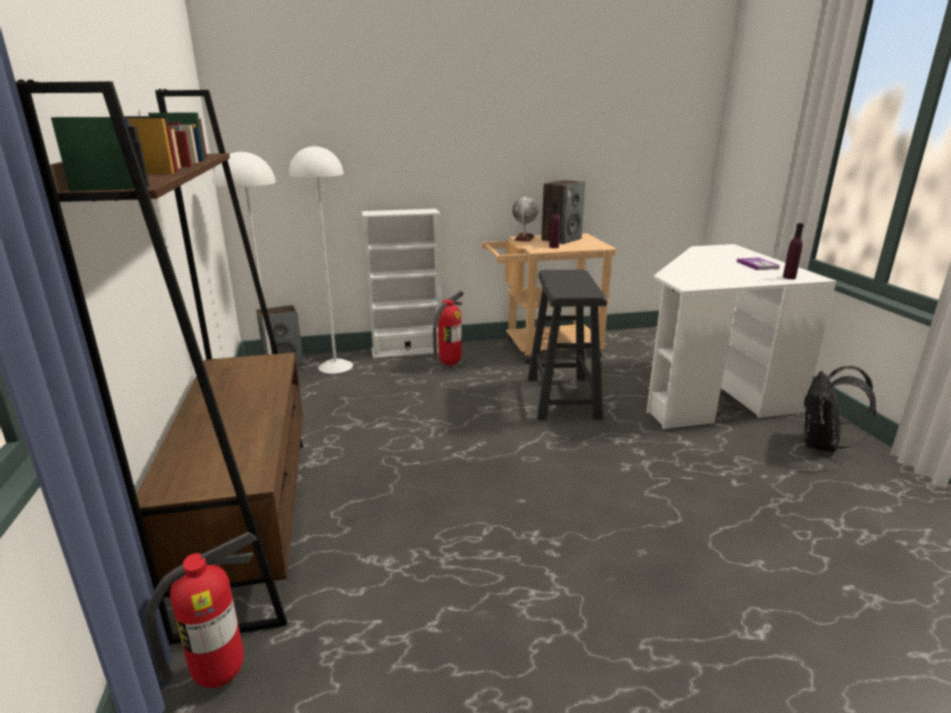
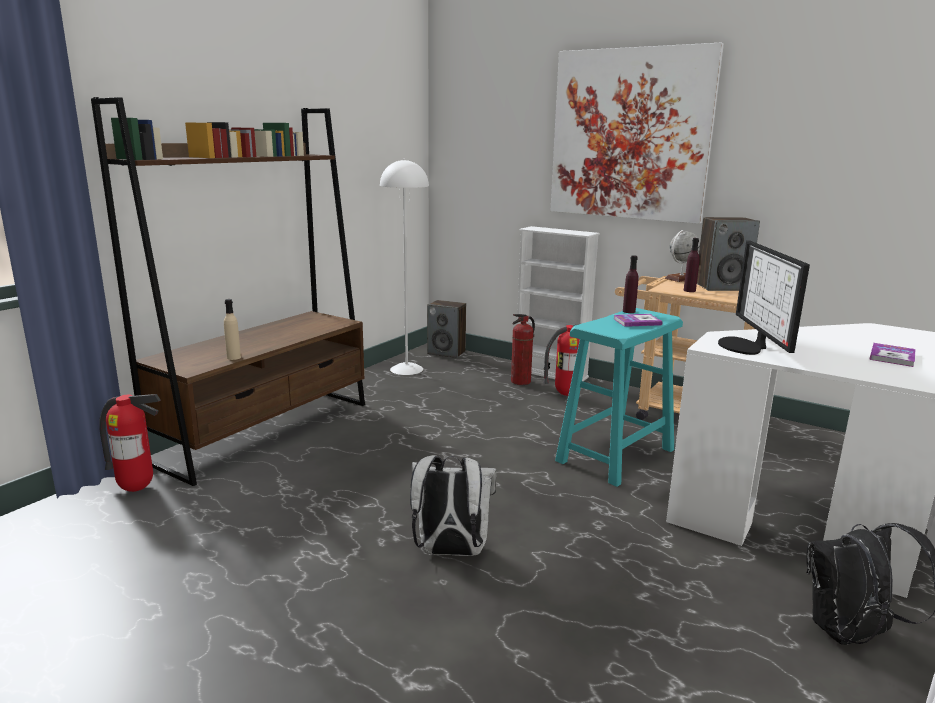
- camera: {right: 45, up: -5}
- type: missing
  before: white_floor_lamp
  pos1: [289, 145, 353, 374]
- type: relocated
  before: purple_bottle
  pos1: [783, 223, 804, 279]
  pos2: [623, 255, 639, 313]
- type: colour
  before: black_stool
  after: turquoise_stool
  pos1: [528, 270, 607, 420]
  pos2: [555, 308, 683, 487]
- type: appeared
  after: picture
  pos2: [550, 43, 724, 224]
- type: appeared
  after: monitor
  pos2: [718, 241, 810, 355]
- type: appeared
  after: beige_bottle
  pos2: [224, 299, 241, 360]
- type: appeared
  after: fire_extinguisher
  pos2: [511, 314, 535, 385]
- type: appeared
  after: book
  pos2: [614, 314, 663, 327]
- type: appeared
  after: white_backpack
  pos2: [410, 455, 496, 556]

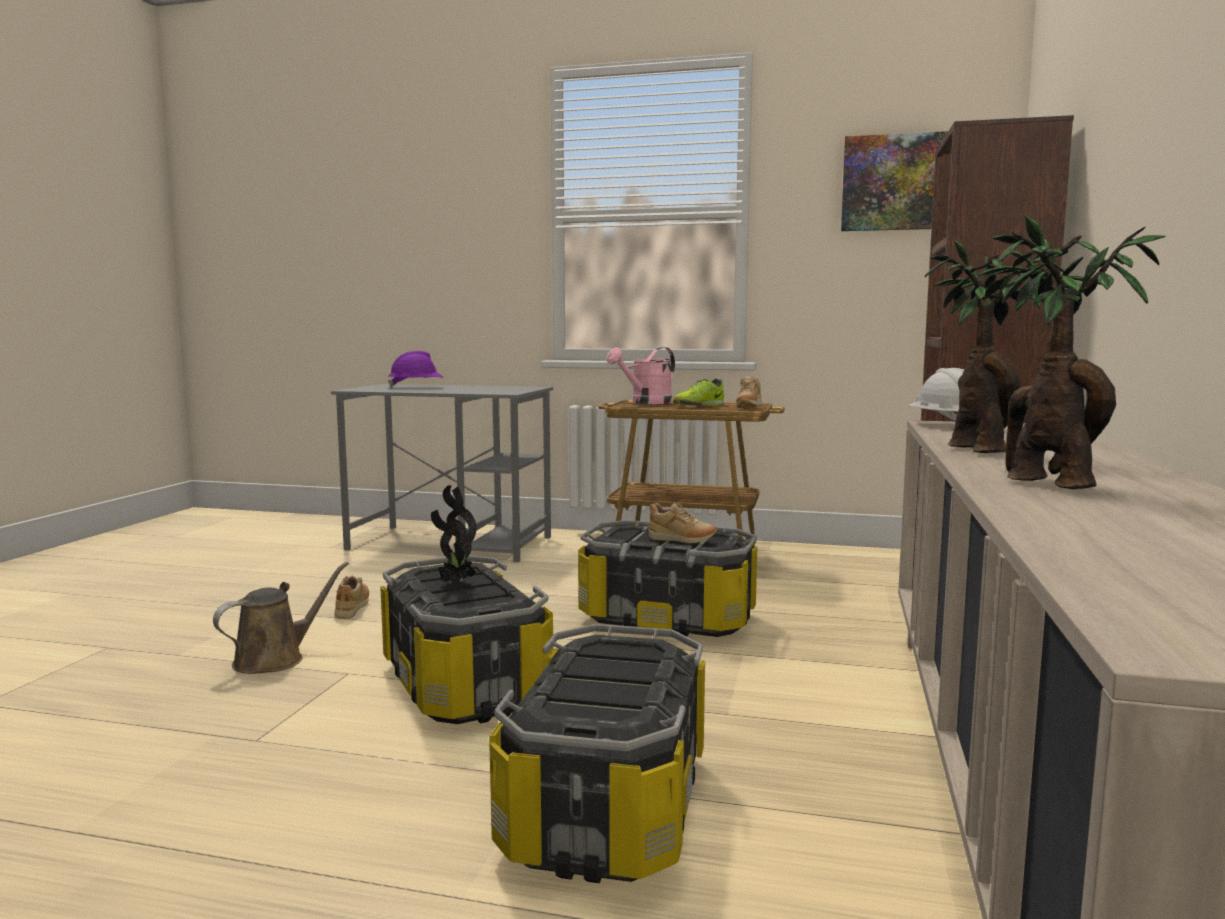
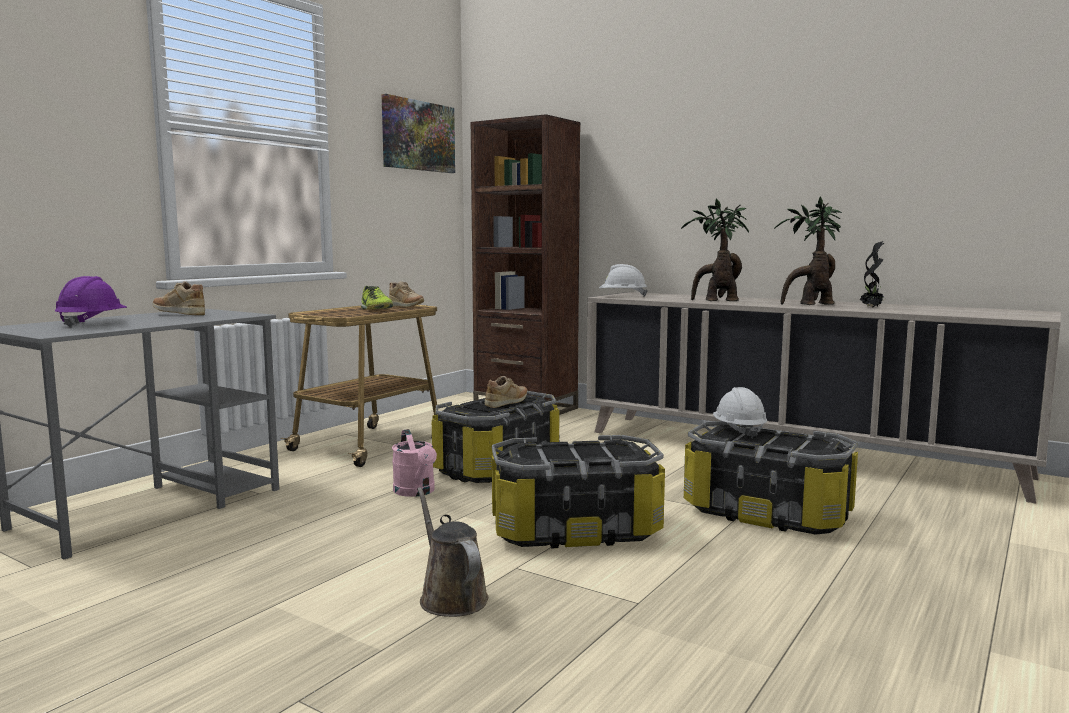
- camera: {right: -70, up: 0}
- type: relocated
  before: pink_watering_can
  pos1: [606, 347, 675, 404]
  pos2: [392, 429, 437, 497]
- type: relocated
  before: potted_plant
  pos1: [431, 485, 476, 585]
  pos2: [860, 241, 885, 308]
- type: relocated
  before: beige_shoe
  pos1: [335, 576, 369, 619]
  pos2: [153, 281, 205, 315]
- type: appeared
  after: white_hard_hat
  pos2: [713, 387, 767, 438]

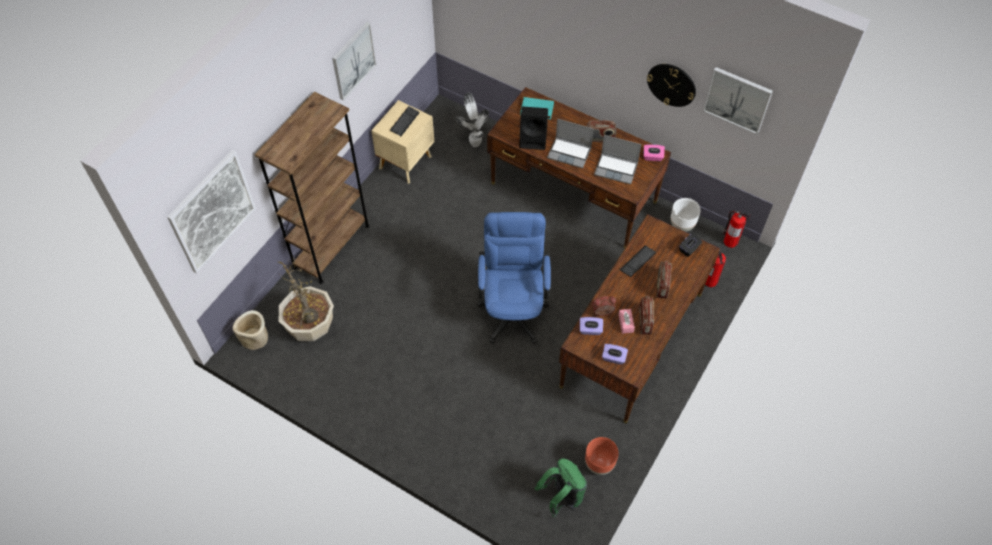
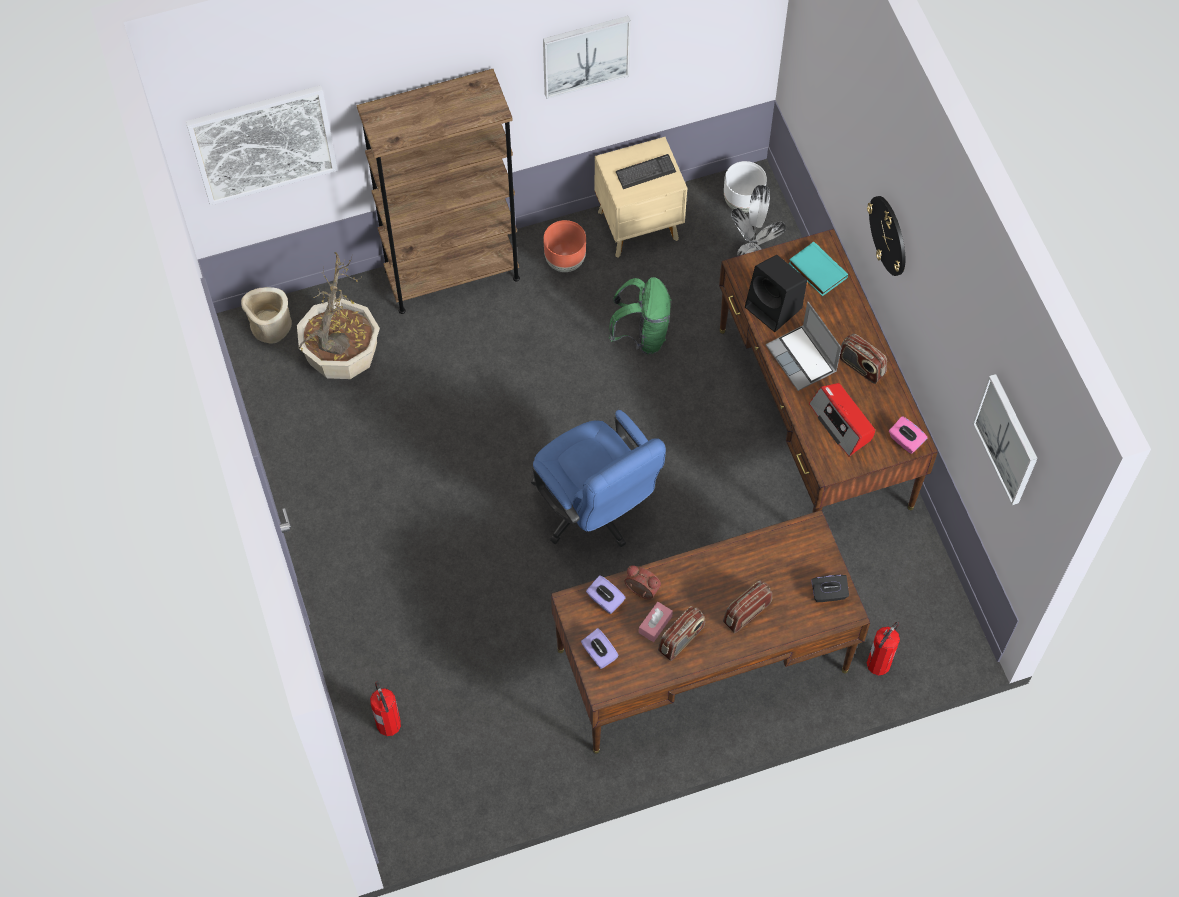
- camera: {right: 40, up: 5}
- type: relocated
  before: wall_clock
  pos1: [647, 64, 696, 107]
  pos2: [867, 196, 905, 276]
- type: exchanged
  before: laptop
  after: radio
  pos1: [594, 135, 642, 184]
  pos2: [809, 383, 875, 457]
- type: relocated
  before: white_planter
  pos1: [670, 198, 701, 232]
  pos2: [724, 161, 767, 213]
- type: relocated
  before: fire_extinguisher
  pos1: [724, 210, 750, 248]
  pos2: [370, 682, 401, 736]
- type: spun
  before: blue_office_chair
  pos1: [477, 212, 551, 344]
  pos2: [531, 410, 666, 548]
  turn: 105
- type: missing
  before: keyboard
  pos1: [620, 246, 656, 277]
- type: relocated
  before: brown_planter
  pos1: [585, 437, 619, 475]
  pos2: [543, 220, 586, 272]
- type: relocated
  before: green_backpack
  pos1: [535, 458, 587, 518]
  pos2: [609, 277, 672, 354]

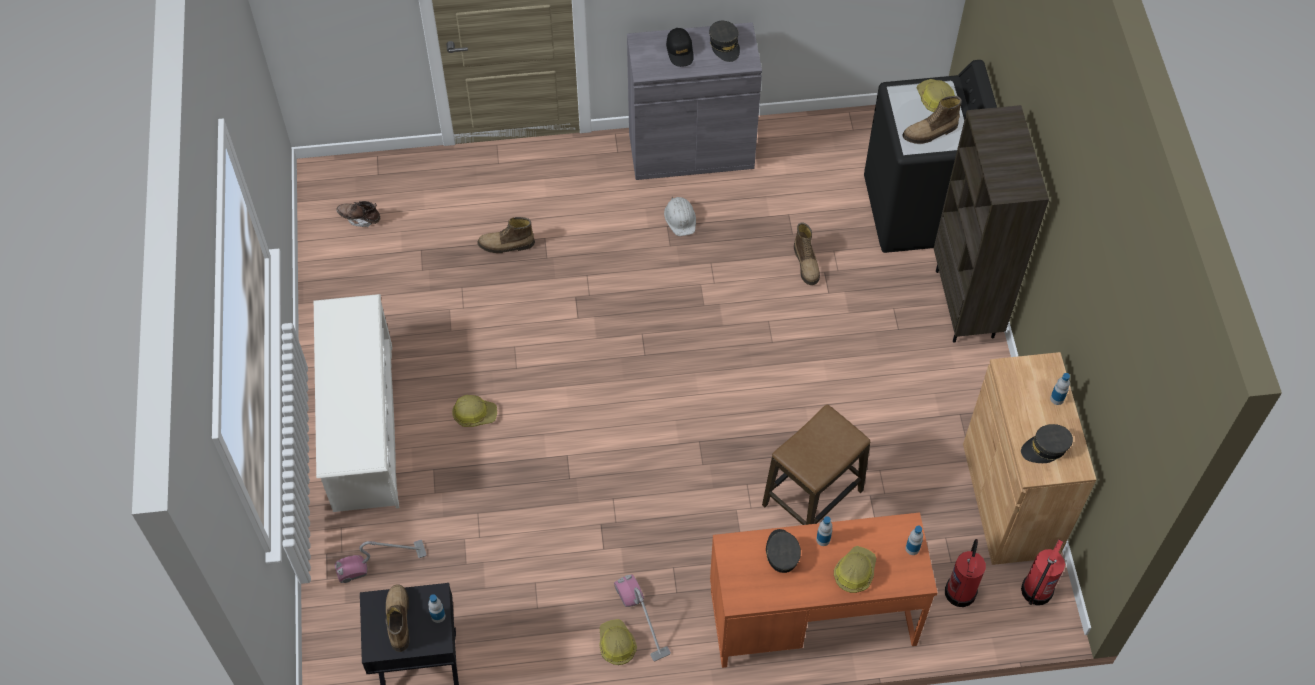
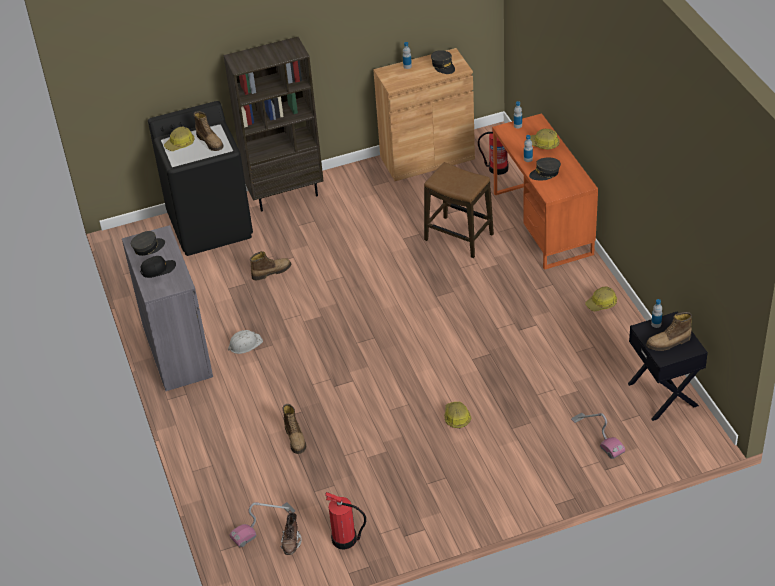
- camera: {right: -100, up: -15}
- type: missing
  before: white_shoe_rack
  pos1: [314, 294, 399, 512]
- type: relocated
  before: fire_extinguisher
  pos1: [1021, 539, 1065, 605]
  pos2: [325, 492, 366, 549]
- type: relocated
  before: vacuum_cleaner
  pos1: [614, 574, 671, 661]
  pos2: [229, 502, 295, 547]

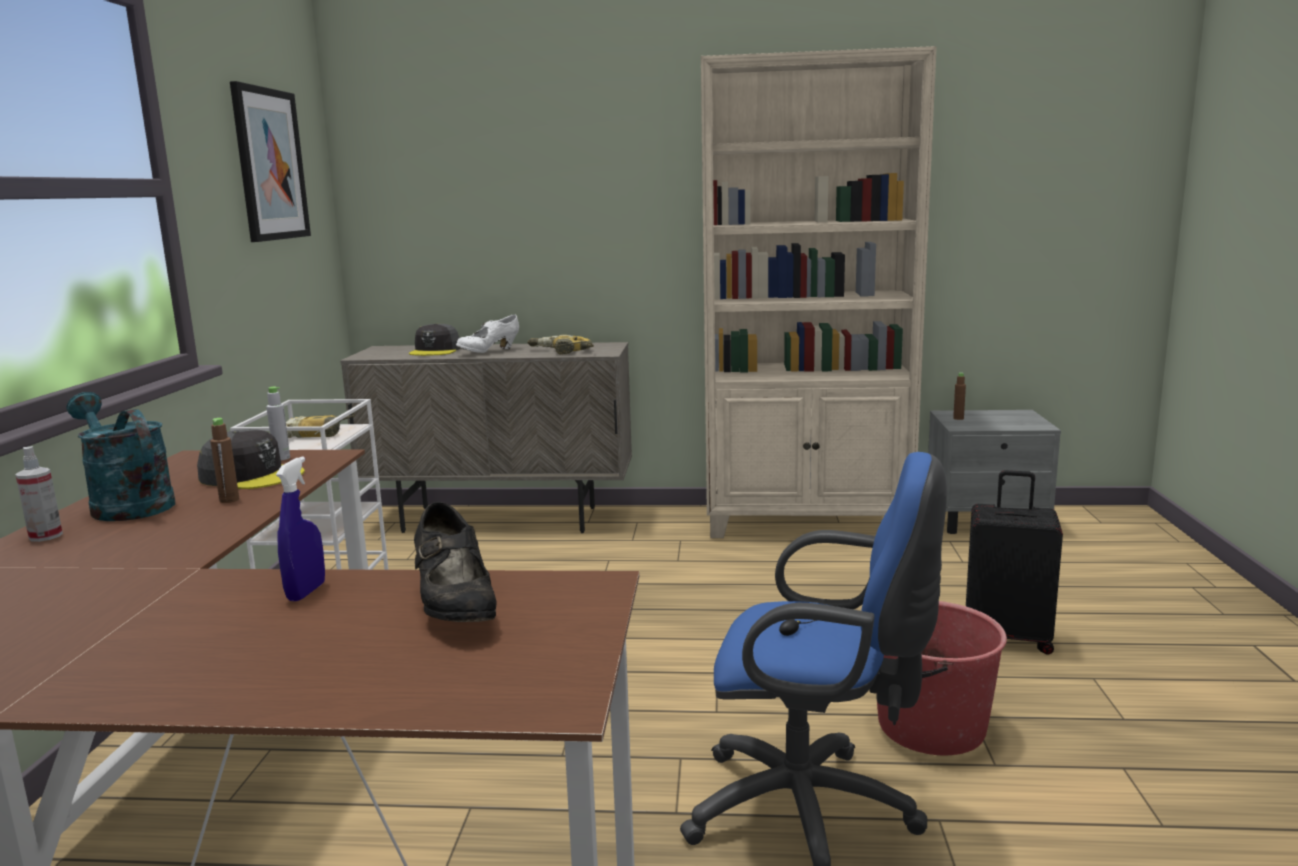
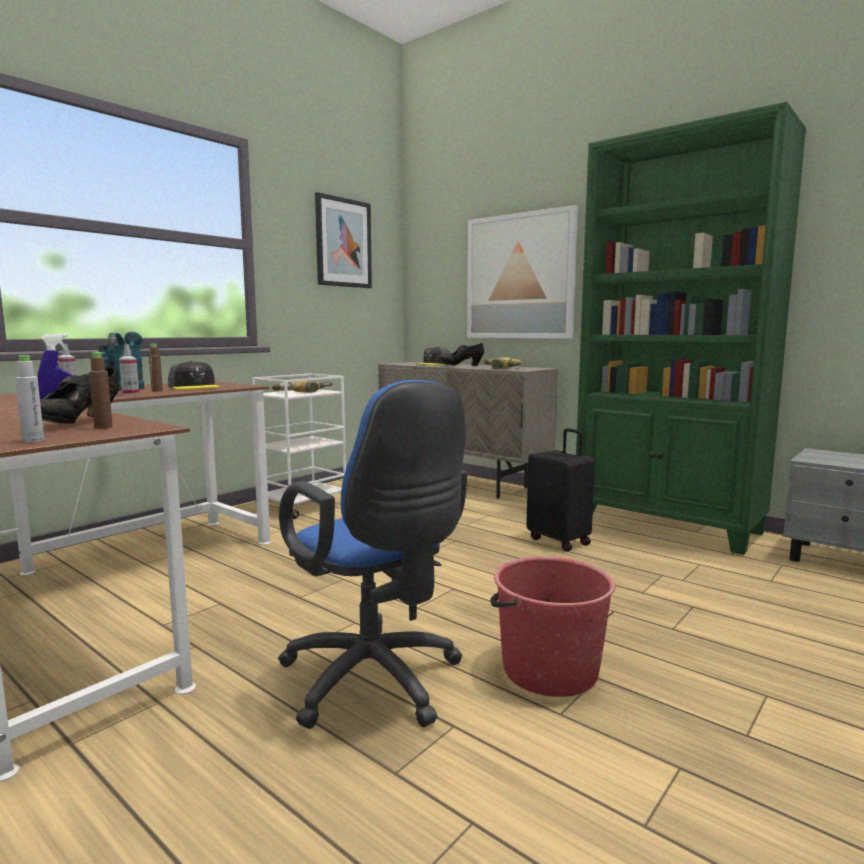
- camera: {right: 35, up: -5}
- type: colour
  before: beige_bookcase
  after: green_bookcase
  pos1: [701, 46, 937, 538]
  pos2: [576, 102, 806, 555]
- type: colour
  before: white_shoe
  after: black_shoe
  pos1: [456, 314, 519, 353]
  pos2: [436, 343, 484, 366]
- type: relocated
  before: brown_bottle
  pos1: [953, 372, 966, 420]
  pos2: [89, 352, 112, 429]
- type: relocated
  before: grey_bottle
  pos1: [266, 387, 290, 460]
  pos2: [15, 355, 44, 442]
- type: relocated
  before: black_suitcase
  pos1: [966, 470, 1063, 655]
  pos2: [526, 428, 595, 551]
- type: appeared
  after: picture
  pos2: [467, 205, 578, 339]
- type: appeared
  after: spray_bottle
  pos2: [119, 344, 139, 395]

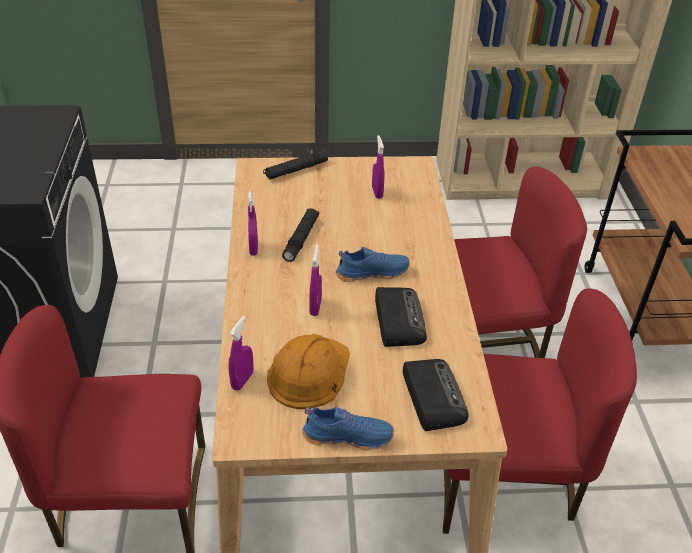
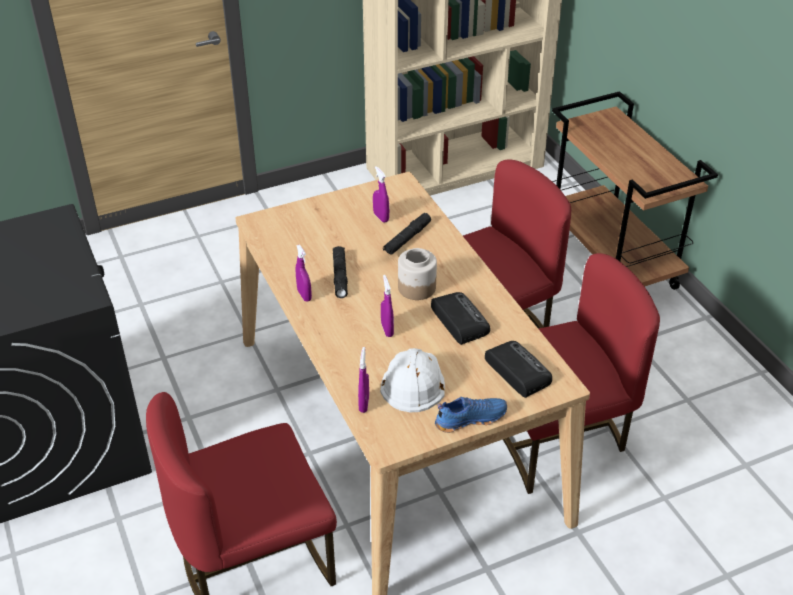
- camera: {right: -20, up: 0}
- type: relocated
  before: black_flashlight
  pos1: [263, 150, 328, 180]
  pos2: [383, 213, 431, 255]
- type: exchanged
  before: blue_shoe
  after: jar
  pos1: [336, 247, 410, 282]
  pos2: [398, 248, 437, 300]
- type: colour
  before: orange_hard_hat
  after: white_hard_hat
  pos1: [267, 334, 350, 409]
  pos2: [380, 348, 445, 412]

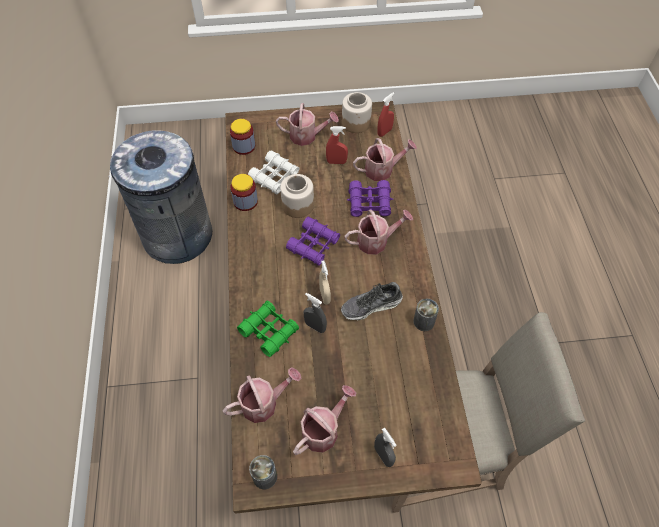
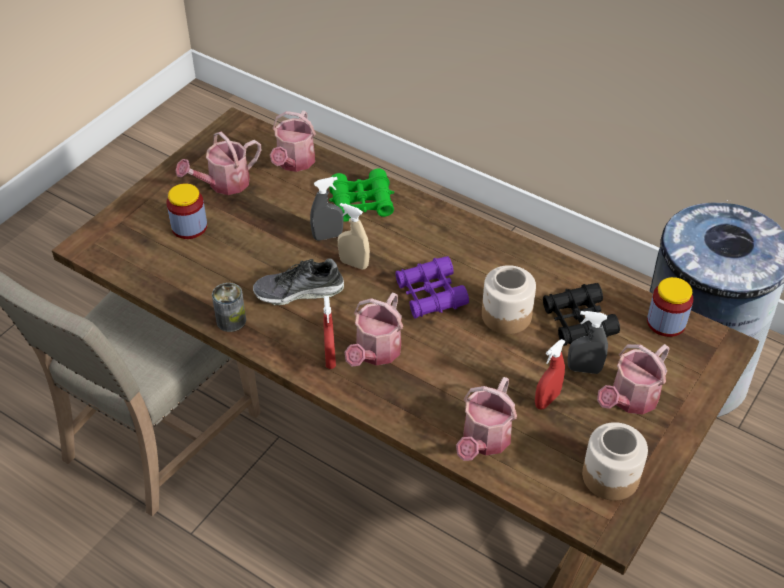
- camera: {right: 130, up: -10}
- type: relocated
  before: red_spray_bottle
  pos1: [377, 92, 395, 137]
  pos2: [323, 296, 336, 369]
- type: colour
  before: white_binoculars
  after: black_binoculars
  pos1: [248, 151, 299, 195]
  pos2: [543, 283, 620, 346]
- type: relocated
  before: jar
  pos1: [230, 174, 258, 211]
  pos2: [166, 184, 207, 239]
- type: missing
  before: purple_binoculars
  pos1: [347, 180, 393, 217]
- type: spun
  before: shoe
  pos1: [341, 282, 403, 320]
  pos2: [253, 258, 344, 305]
  turn: -120
- type: spun
  before: watering_can
  pos1: [293, 385, 356, 455]
  pos2: [175, 132, 261, 195]
  turn: 60
- type: relocated
  before: grey_spray_bottle
  pos1: [374, 428, 397, 467]
  pos2: [568, 311, 608, 374]
- type: missing
  before: can
  pos1: [249, 455, 277, 489]

